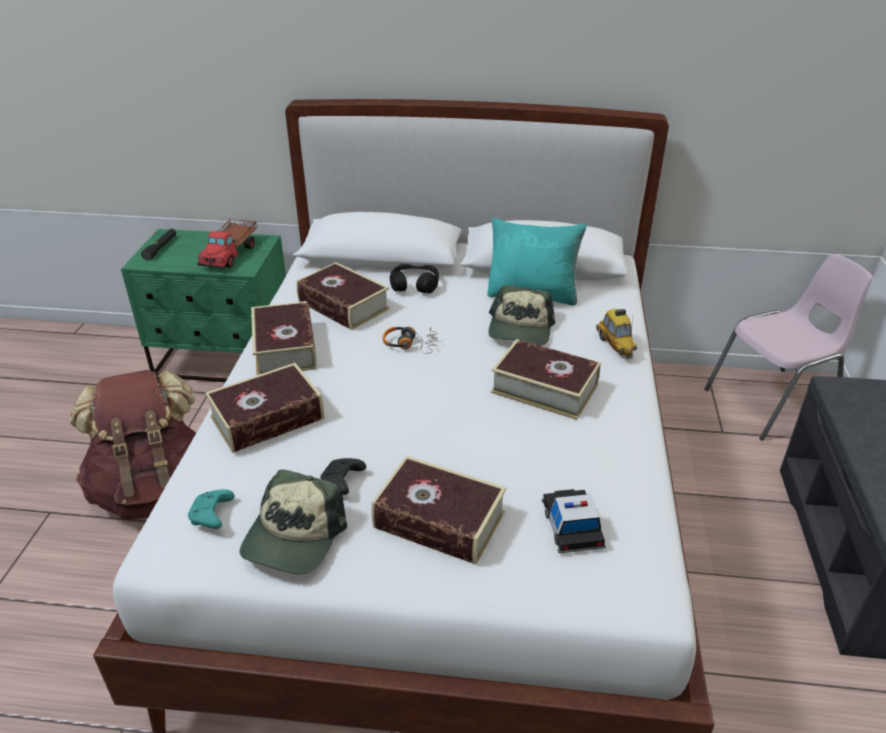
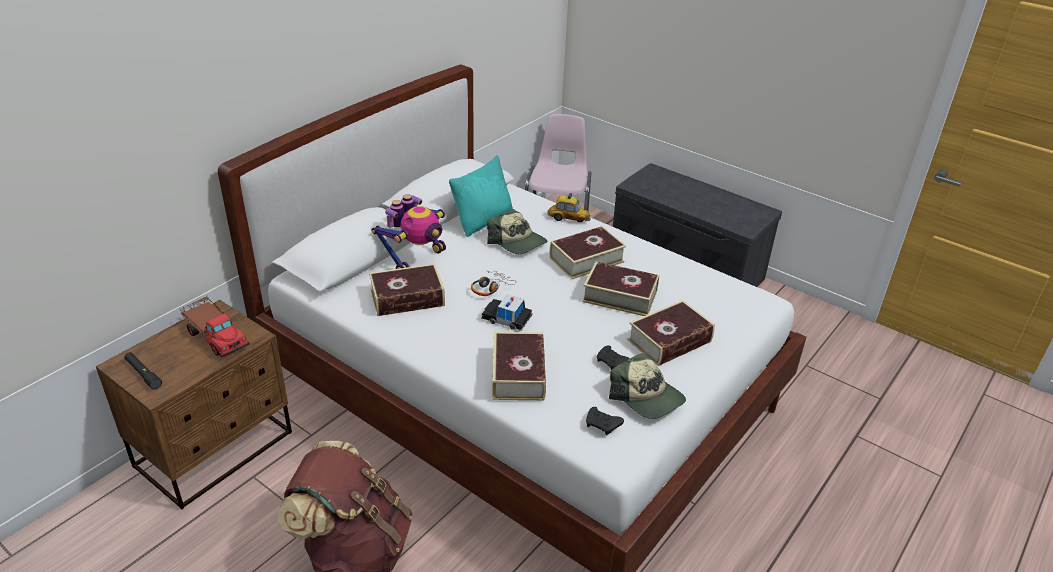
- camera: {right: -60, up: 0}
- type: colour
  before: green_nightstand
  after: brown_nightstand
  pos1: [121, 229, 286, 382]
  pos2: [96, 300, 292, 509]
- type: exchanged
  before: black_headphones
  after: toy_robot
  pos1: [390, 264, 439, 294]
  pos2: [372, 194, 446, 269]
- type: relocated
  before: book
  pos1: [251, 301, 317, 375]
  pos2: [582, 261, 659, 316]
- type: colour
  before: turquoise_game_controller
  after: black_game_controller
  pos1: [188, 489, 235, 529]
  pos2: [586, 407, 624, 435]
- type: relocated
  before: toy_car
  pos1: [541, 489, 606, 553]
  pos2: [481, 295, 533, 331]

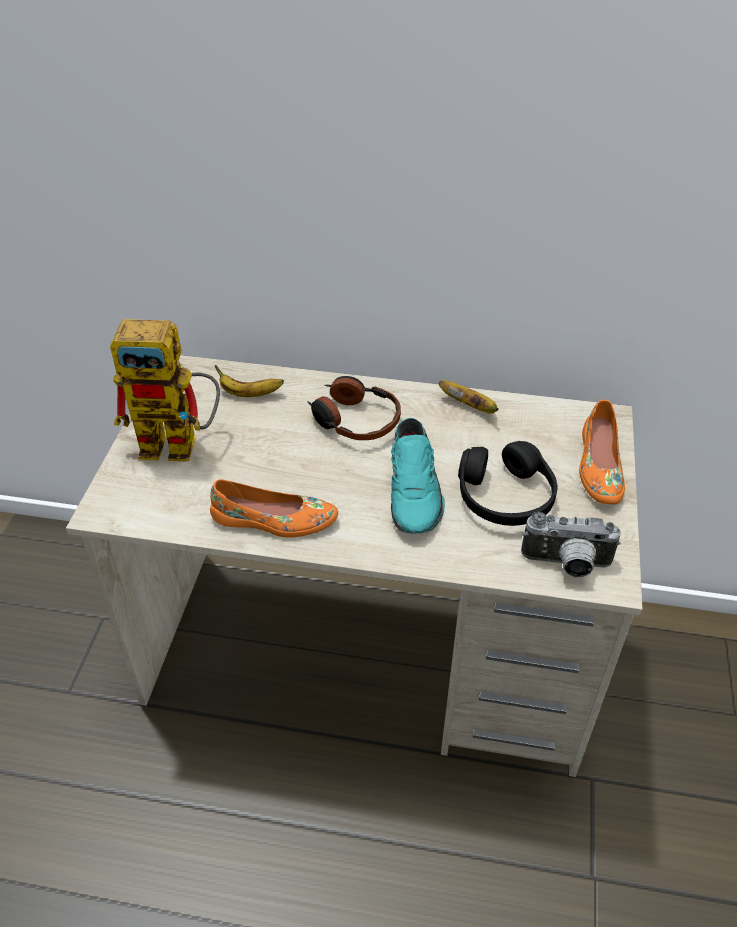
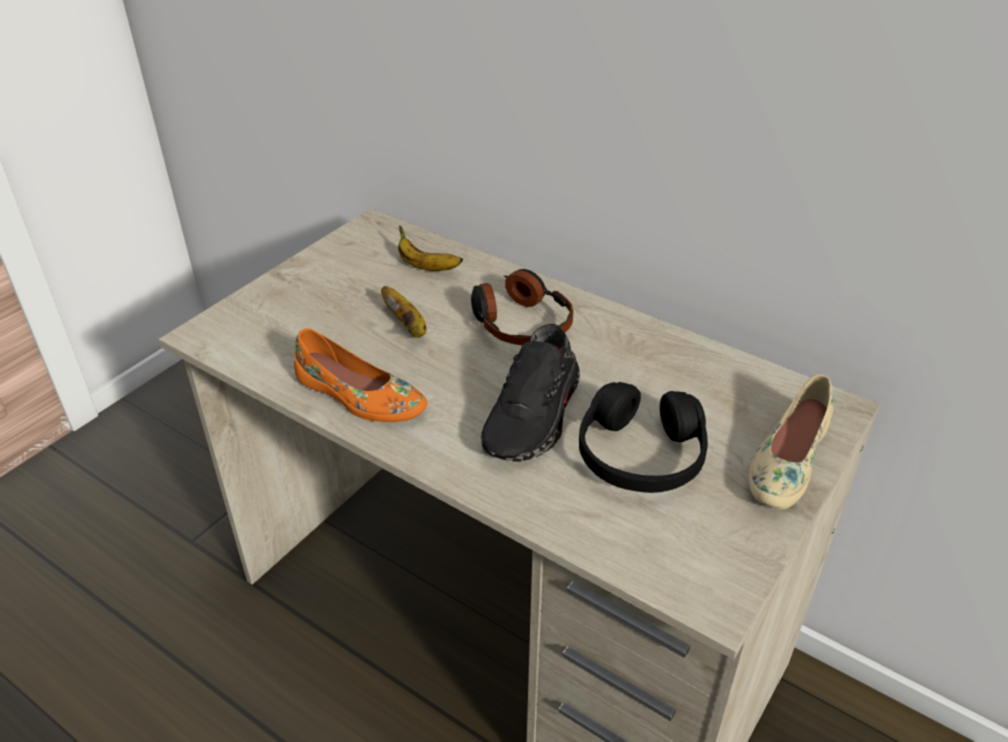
- camera: {right: 25, up: -5}
- type: missing
  before: toy_robot
  pos1: [110, 319, 220, 462]
- type: relocated
  before: banana
  pos1: [439, 380, 499, 414]
  pos2: [381, 286, 426, 338]
- type: colour
  before: orange_shoe
  after: beige_shoe
  pos1: [579, 400, 625, 504]
  pos2: [749, 374, 833, 509]
- type: colour
  before: turquoise_shoe
  after: black_shoe
  pos1: [391, 418, 445, 533]
  pos2: [481, 324, 580, 462]
- type: missing
  before: photo_camera
  pos1: [521, 512, 621, 577]

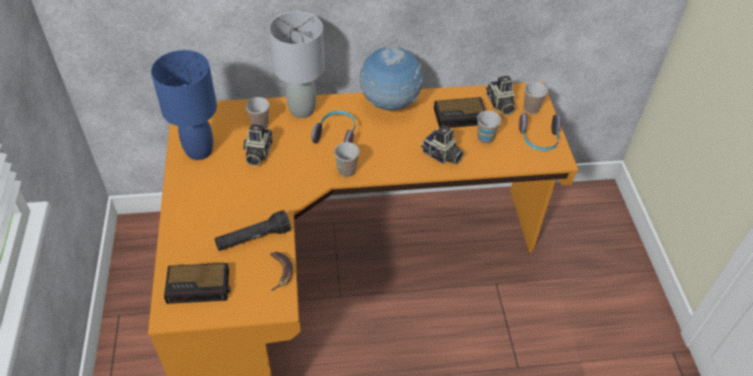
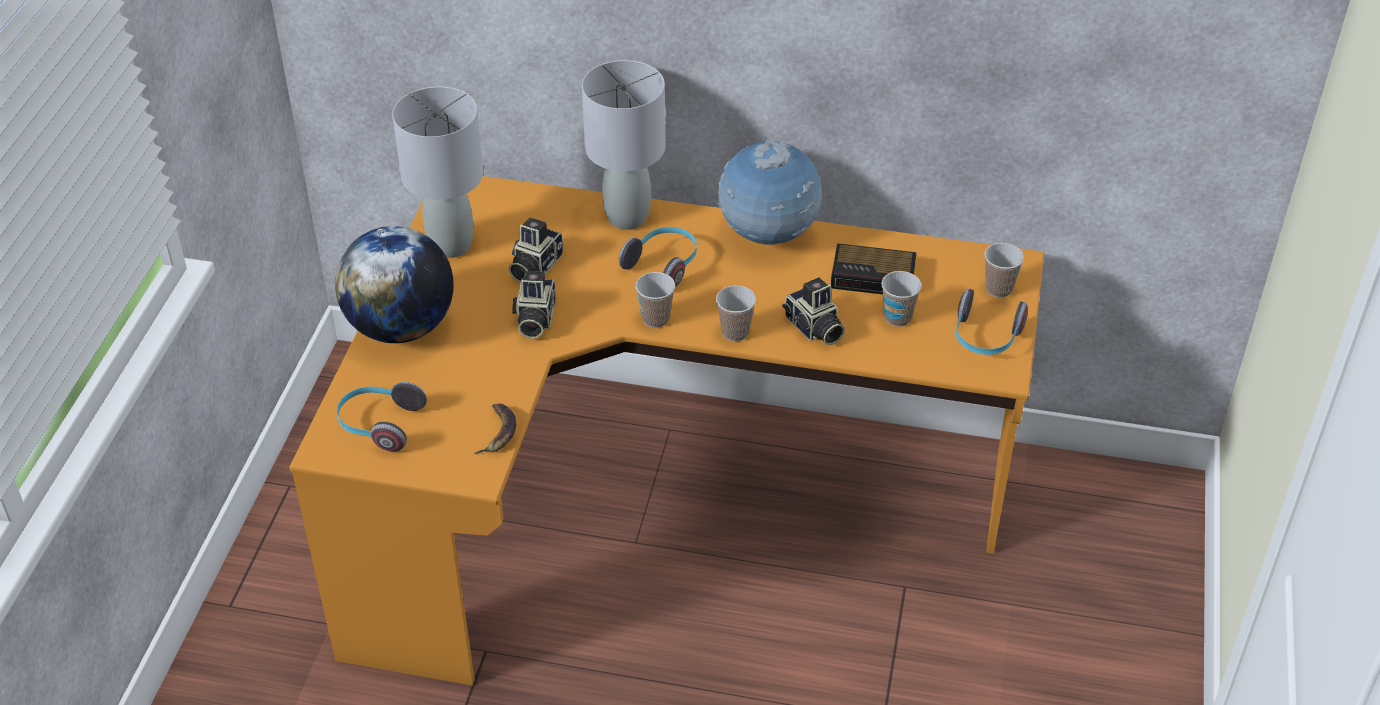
- camera: {right: 20, up: -5}
- type: colour
  before: blue_table_lamp
  after: grey_table_lamp
  pos1: [151, 50, 217, 160]
  pos2: [392, 86, 484, 258]
- type: relocated
  before: photo_camera
  pos1: [486, 75, 516, 115]
  pos2: [512, 271, 556, 339]
- type: relocated
  before: cup
  pos1: [245, 97, 270, 129]
  pos2: [716, 285, 756, 341]
- type: missing
  before: black_flashlight
  pos1: [215, 210, 291, 251]
- type: exchanged
  before: alarm_clock
  after: headphones
  pos1: [164, 263, 231, 304]
  pos2: [337, 382, 427, 452]
- type: appeared
  after: globe
  pos2: [335, 226, 454, 343]

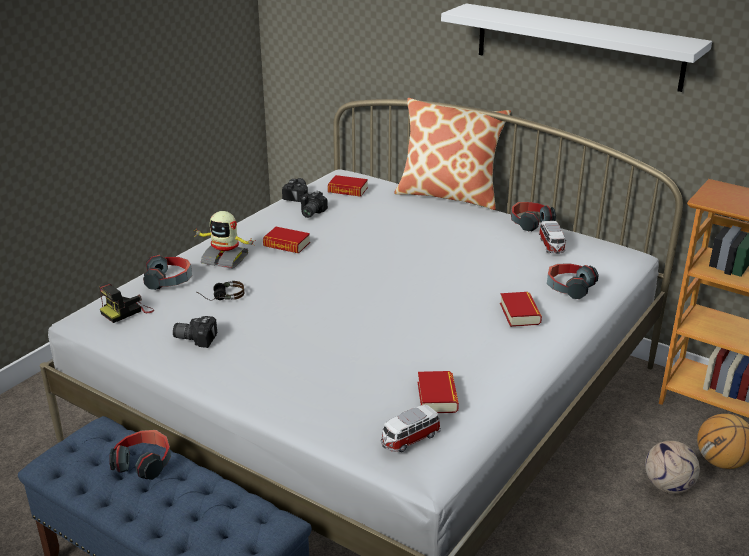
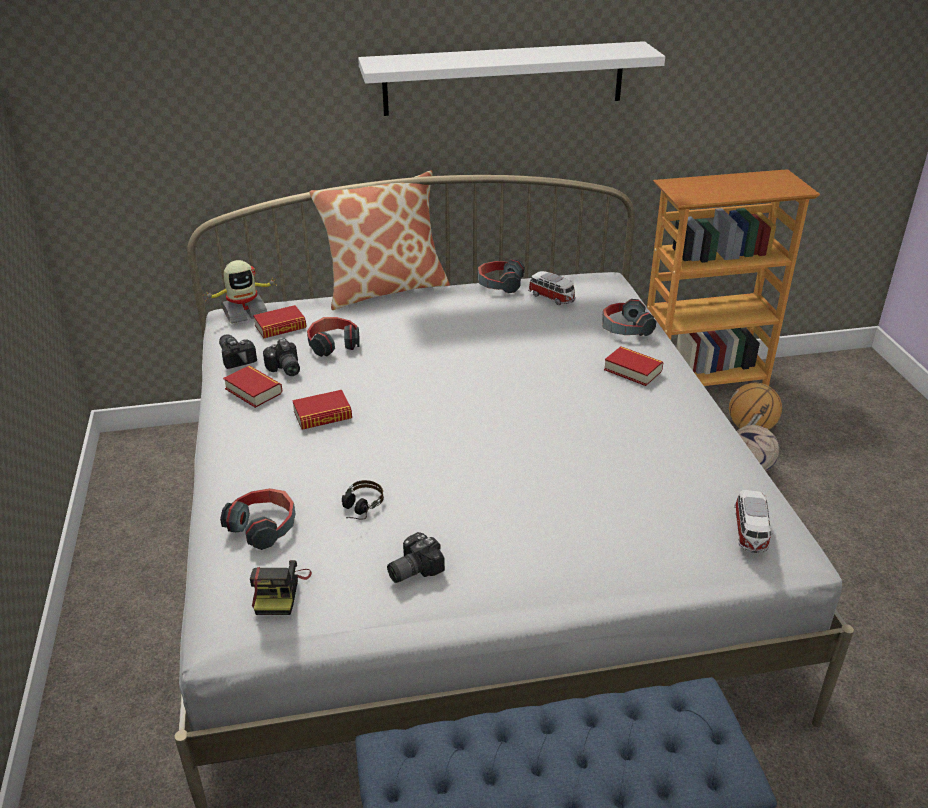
- camera: {right: -45, up: 5}
- type: relocated
  before: toy_robot
  pos1: [194, 211, 256, 269]
  pos2: [206, 260, 278, 324]
- type: relocated
  before: book
  pos1: [418, 371, 459, 413]
  pos2: [223, 366, 282, 408]
- type: relocated
  before: headphones
  pos1: [109, 430, 171, 480]
  pos2: [307, 317, 360, 357]

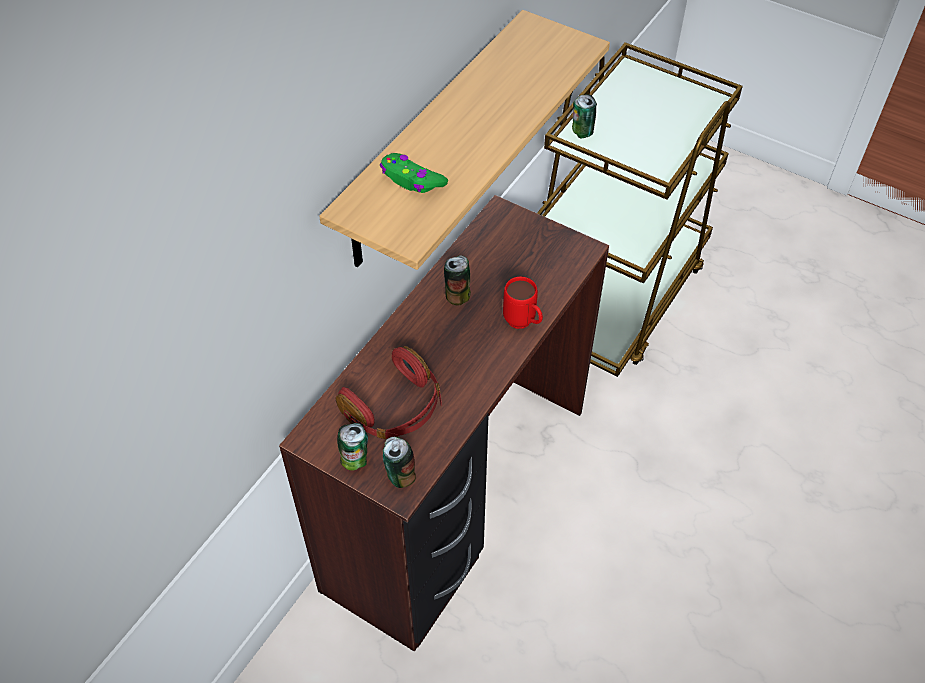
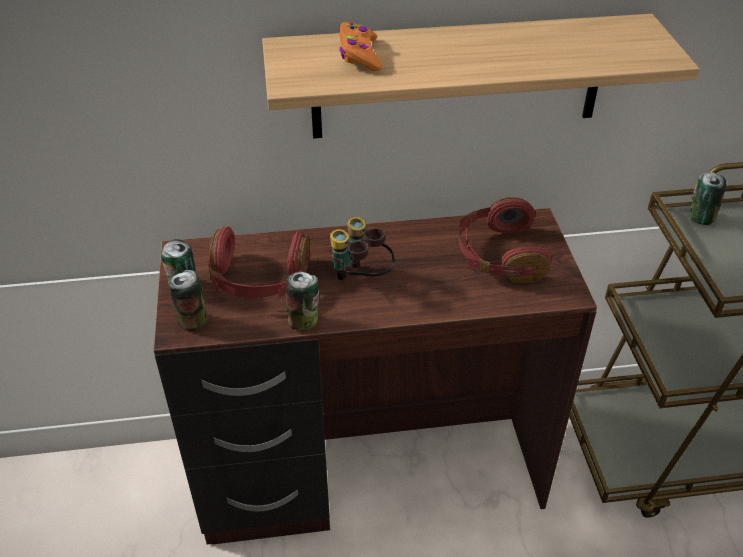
- camera: {right: 50, up: -10}
- type: colour
  before: green_game_controller
  after: orange_game_controller
  pos1: [380, 153, 448, 193]
  pos2: [339, 22, 382, 71]
- type: relocated
  before: can
  pos1: [444, 255, 471, 306]
  pos2: [286, 272, 319, 331]
- type: missing
  before: red_mug
  pos1: [503, 277, 543, 329]
- type: appeared
  after: red_headphones
  pos2: [459, 197, 551, 283]
- type: appeared
  after: binoculars
  pos2: [330, 217, 395, 280]

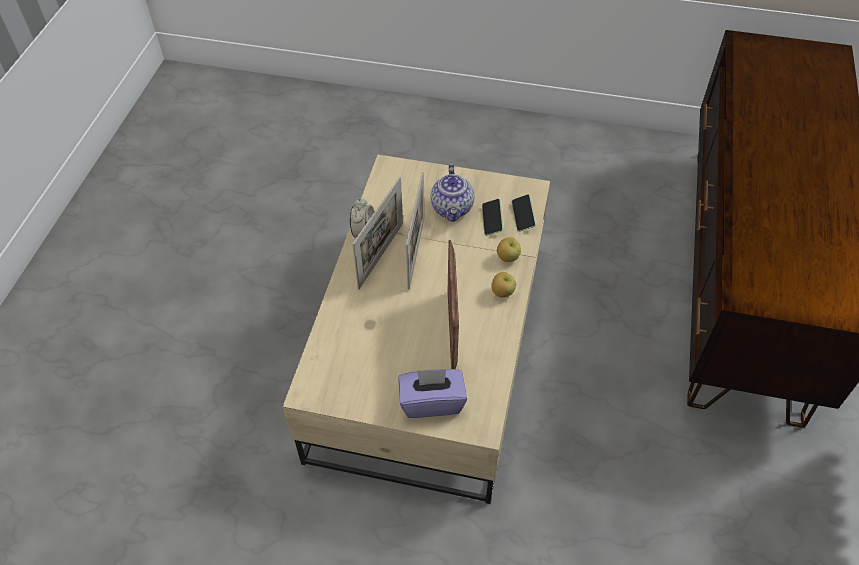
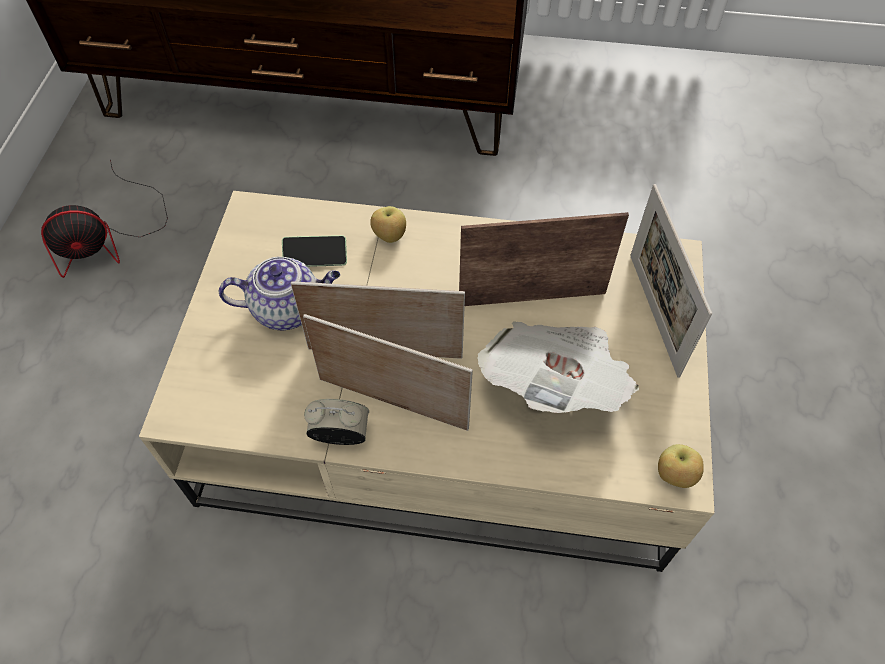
- camera: {right: -95, up: 5}
- type: missing
  before: phone
  pos1: [512, 194, 536, 232]
- type: relocated
  before: apple
  pos1: [491, 272, 516, 298]
  pos2: [658, 444, 704, 488]
- type: exchanged
  before: purple_tissue_box
  after: picture_frame
  pos1: [398, 369, 467, 418]
  pos2: [630, 184, 713, 378]
- type: appeared
  after: fan
  pos2: [41, 160, 168, 278]
- type: appeared
  after: newspaper
  pos2: [477, 321, 639, 413]

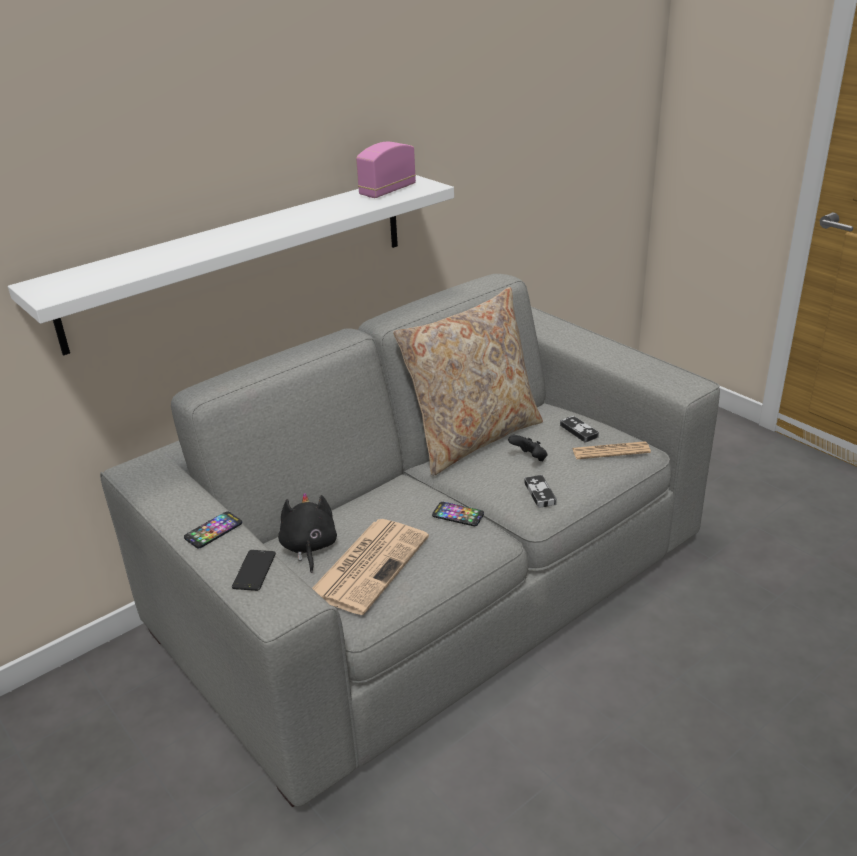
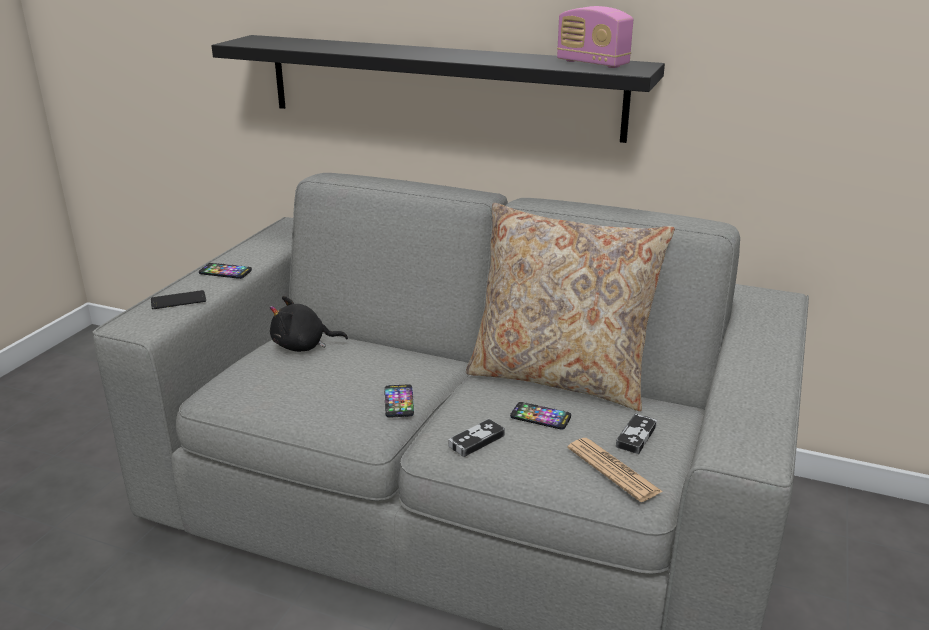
- camera: {right: 60, up: -5}
- type: spun
  before: radio
  pos1: [356, 142, 416, 198]
  pos2: [557, 6, 633, 68]
  turn: -150
- type: colour
  before: white_shelf
  after: black_shelf
  pos1: [8, 175, 454, 355]
  pos2: [211, 35, 665, 143]
- type: exchanged
  before: black_game_controller
  after: phone
  pos1: [508, 435, 548, 461]
  pos2: [510, 402, 571, 429]
- type: spun
  before: black_plush_toy
  pos1: [278, 493, 337, 573]
  pos2: [270, 296, 348, 352]
  turn: -150
- type: missing
  before: newspaper
  pos1: [312, 519, 429, 615]

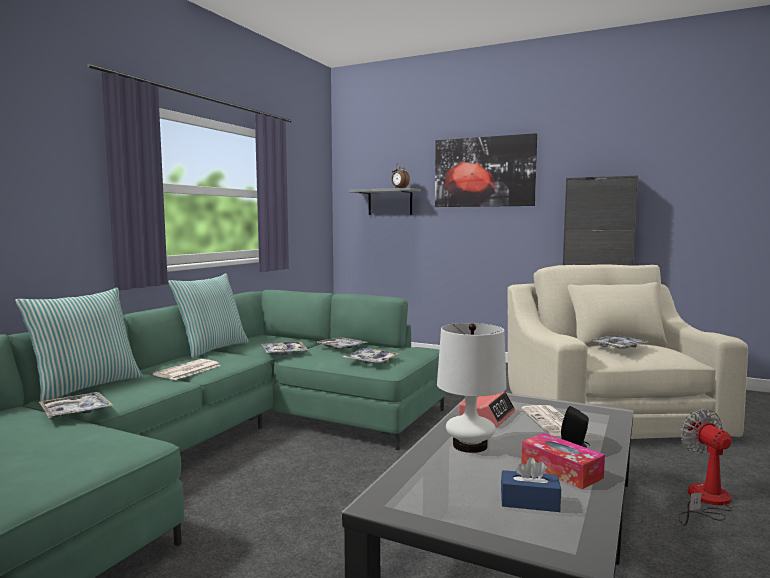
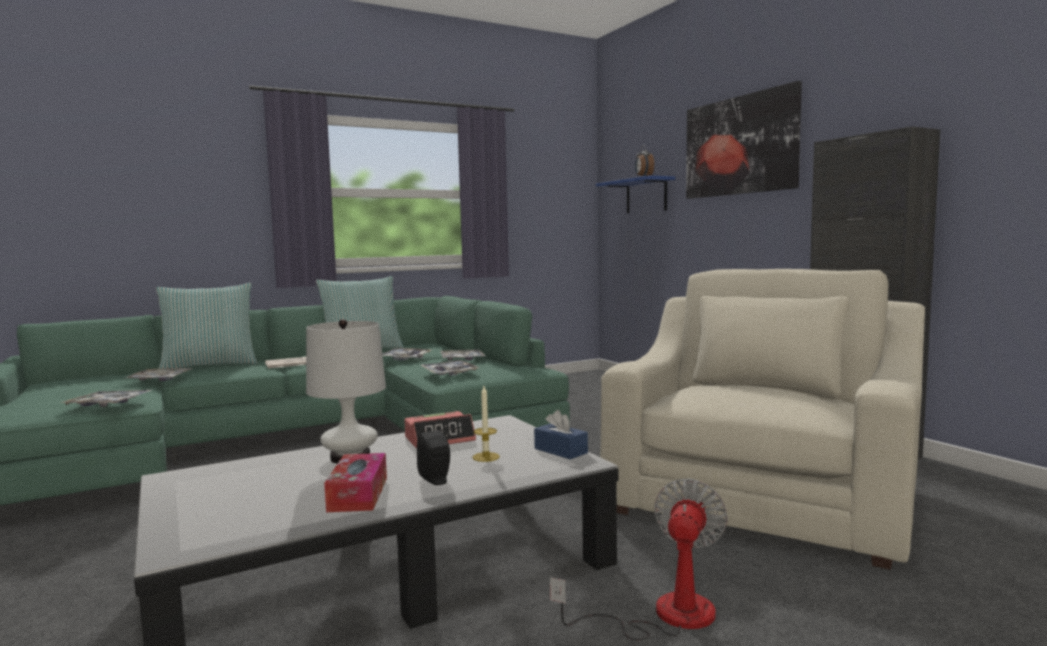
- camera: {right: 35, up: 0}
- type: colour
  before: grey_shelf
  after: blue_shelf
  pos1: [349, 188, 421, 215]
  pos2: [596, 175, 675, 213]
- type: relocated
  before: tray
  pos1: [589, 336, 650, 349]
  pos2: [60, 390, 152, 407]
- type: exchanged
  before: newspaper
  after: candle
  pos1: [521, 405, 587, 436]
  pos2: [472, 386, 500, 462]
- type: relocated
  before: blue_tissue_box
  pos1: [501, 457, 561, 512]
  pos2: [534, 410, 588, 459]

